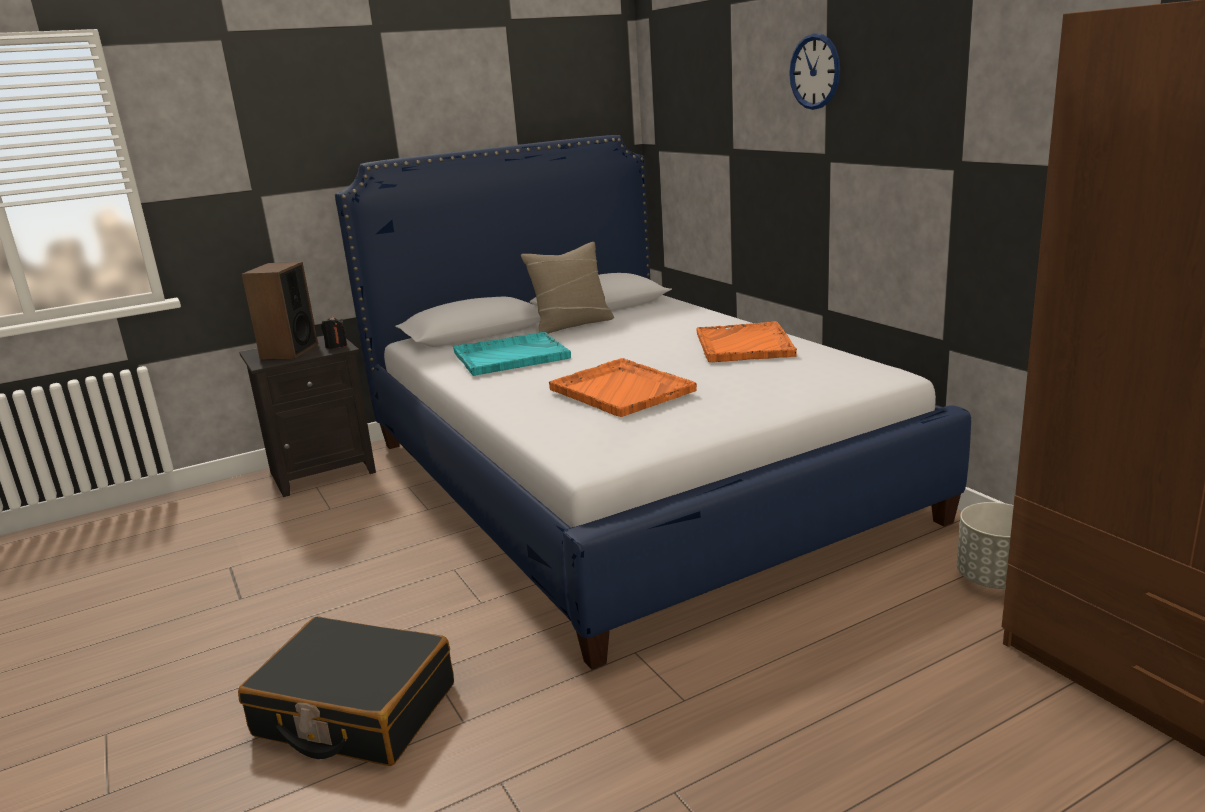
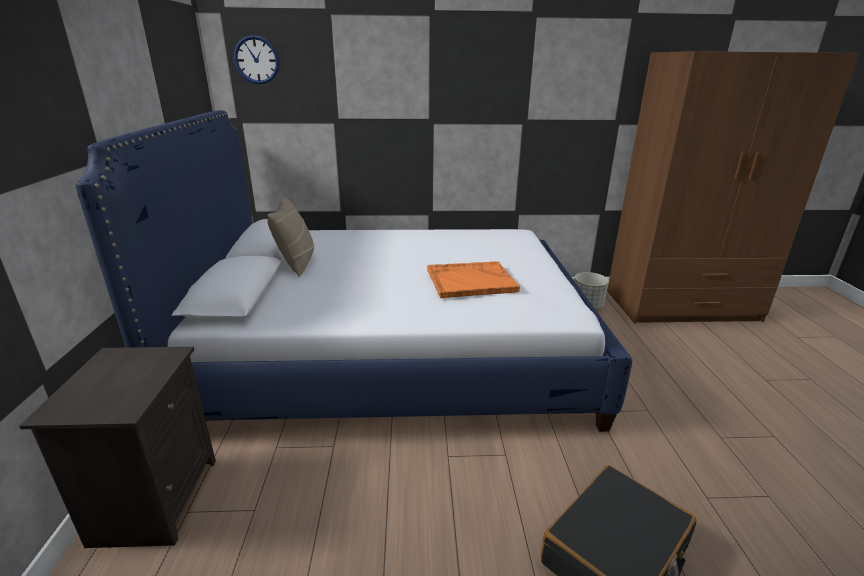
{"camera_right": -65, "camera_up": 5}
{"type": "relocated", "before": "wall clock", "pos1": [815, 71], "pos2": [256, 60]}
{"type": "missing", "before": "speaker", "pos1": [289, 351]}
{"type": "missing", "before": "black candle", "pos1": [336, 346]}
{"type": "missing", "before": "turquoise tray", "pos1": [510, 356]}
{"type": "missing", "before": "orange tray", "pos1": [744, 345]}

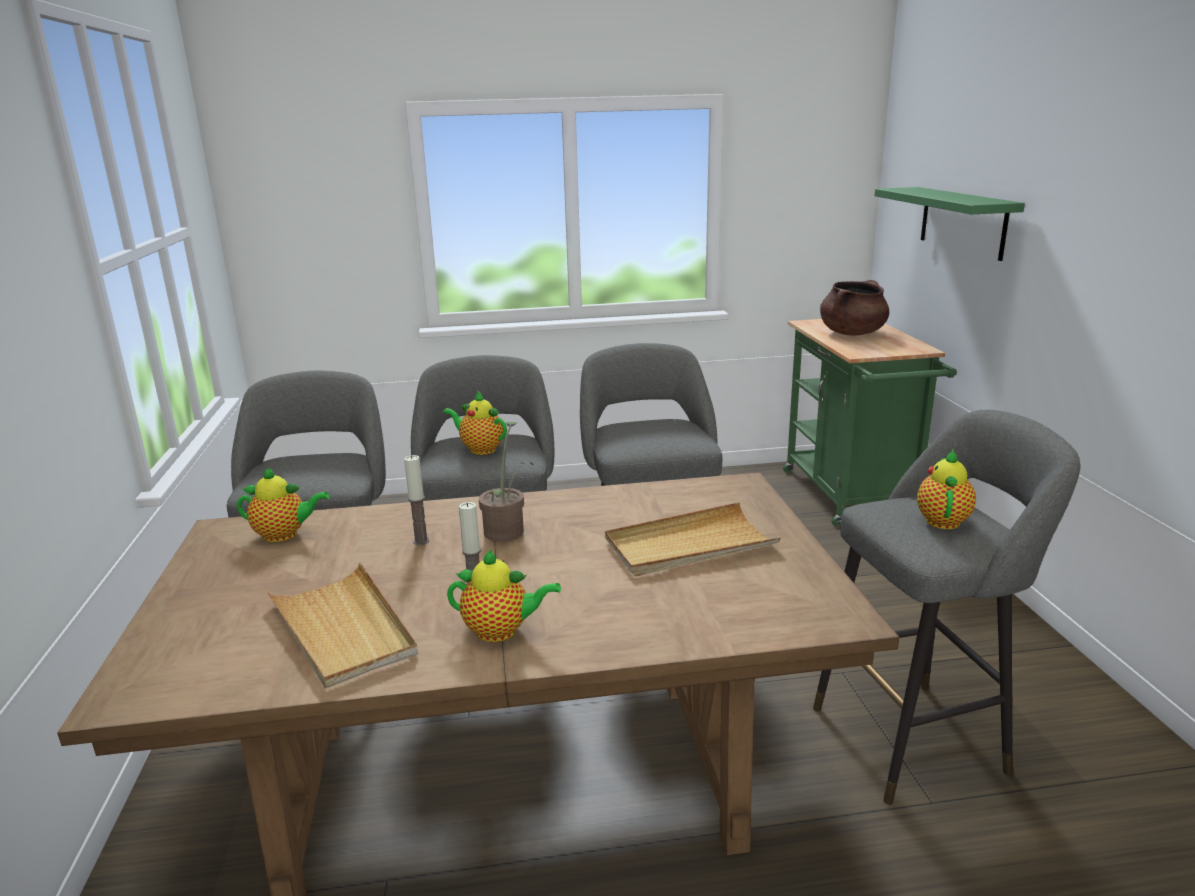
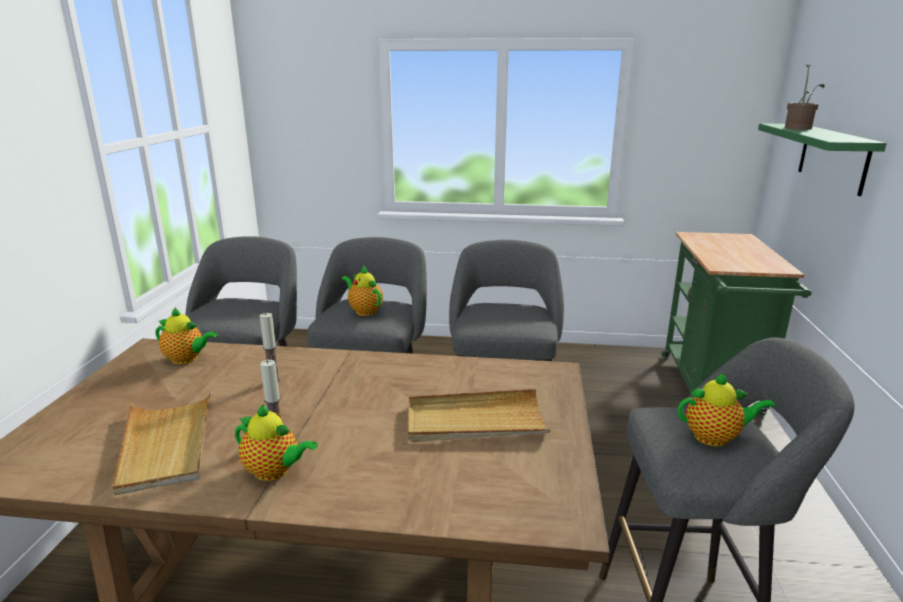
{"camera_right": 15, "camera_up": 0}
{"type": "spun", "before": "teapot", "pos1": [942, 519], "pos2": [715, 437], "turn": 60}
{"type": "relocated", "before": "potted plant", "pos1": [507, 529], "pos2": [799, 128]}
{"type": "missing", "before": "brown cooking pot", "pos1": [852, 333]}

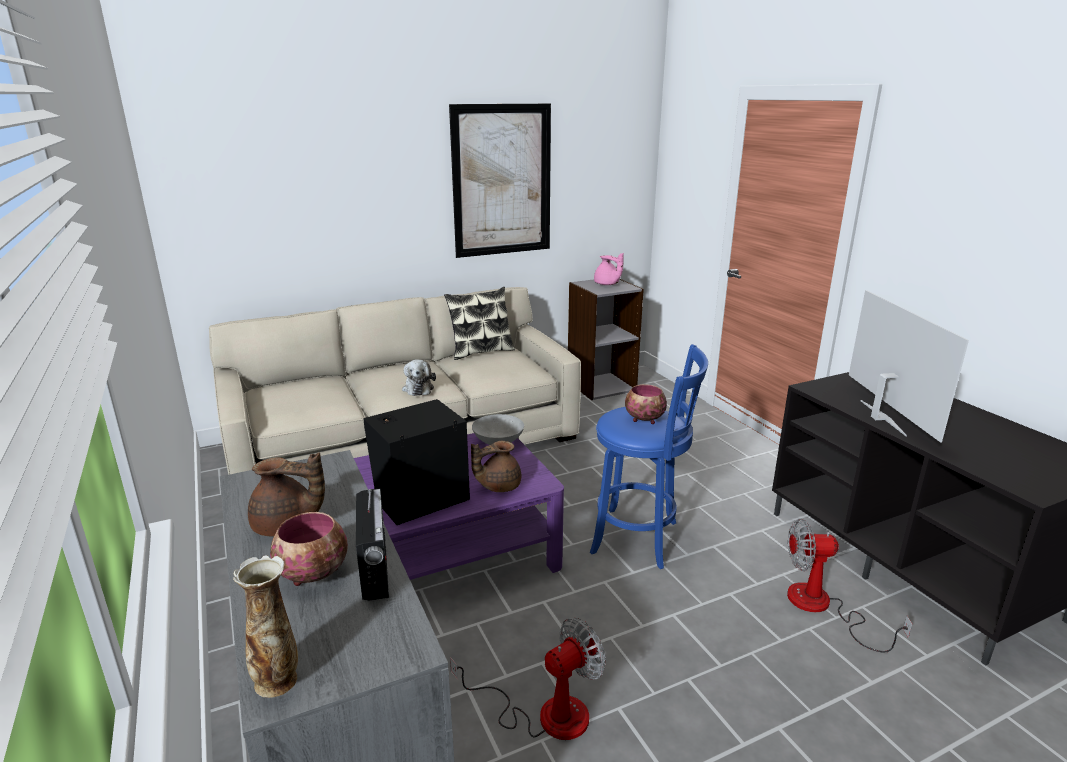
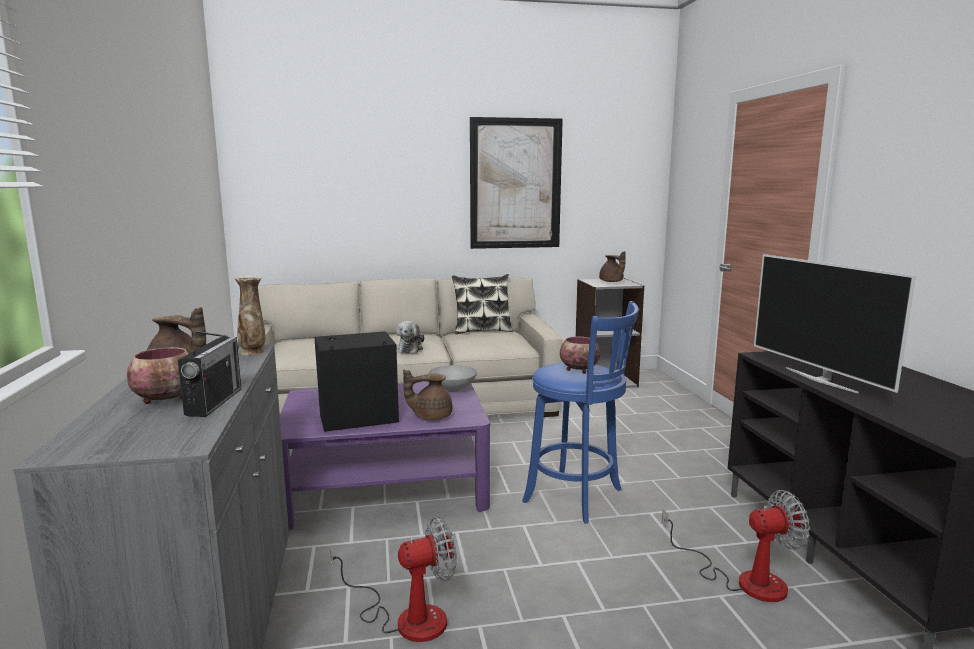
{"camera_right": 15, "camera_up": -10}
{"type": "relocated", "before": "vase", "pos1": [277, 681], "pos2": [253, 352]}
{"type": "colour", "before": "pink teapot", "after": "brown teapot", "pos1": [607, 284], "pos2": [611, 281]}
{"type": "spun", "before": "fan", "pos1": [822, 607], "pos2": [744, 580], "turn": 150}
{"type": "spun", "before": "television", "pos1": [880, 418], "pos2": [820, 380], "turn": 150}

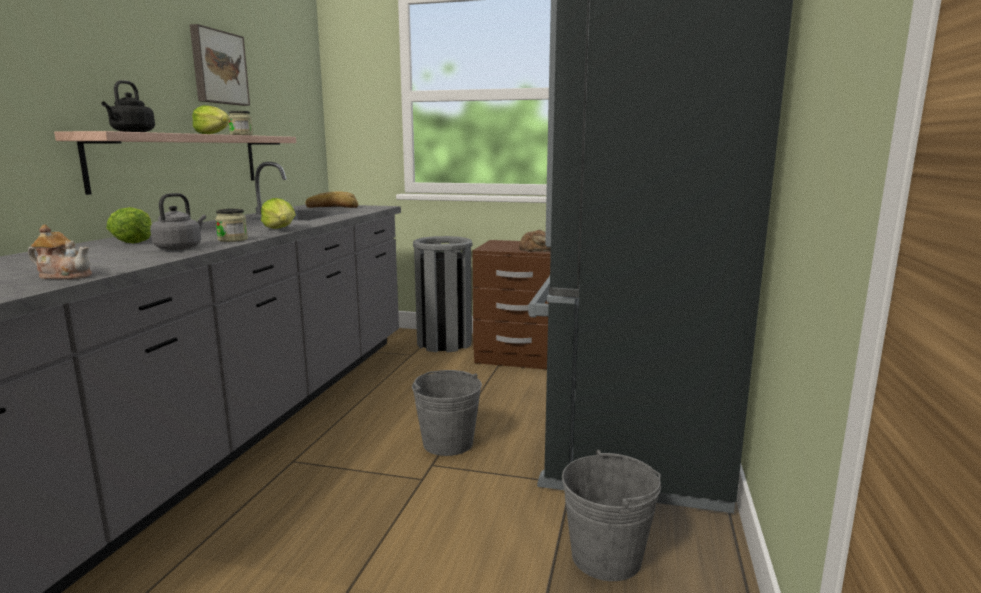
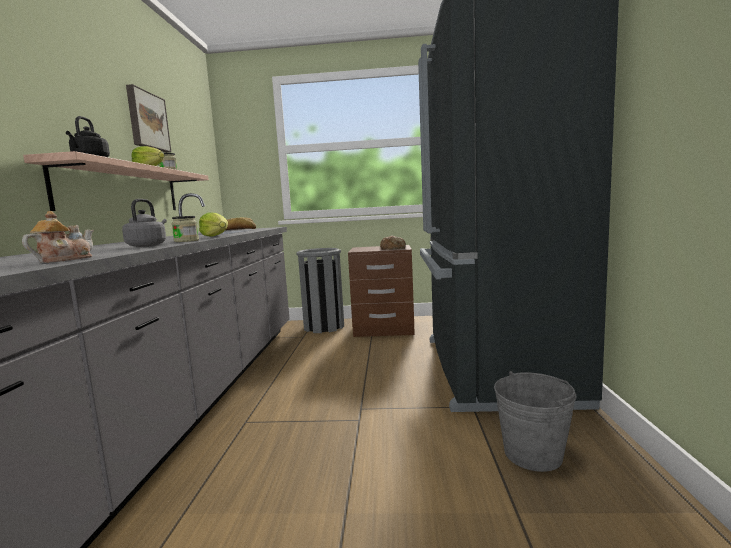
{"camera_right": -10, "camera_up": -5}
{"type": "spun", "before": "teapot", "pos1": [65, 276], "pos2": [64, 260], "turn": -60}
{"type": "missing", "before": "lettuce", "pos1": [134, 241]}
{"type": "missing", "before": "grey bucket", "pos1": [448, 443]}

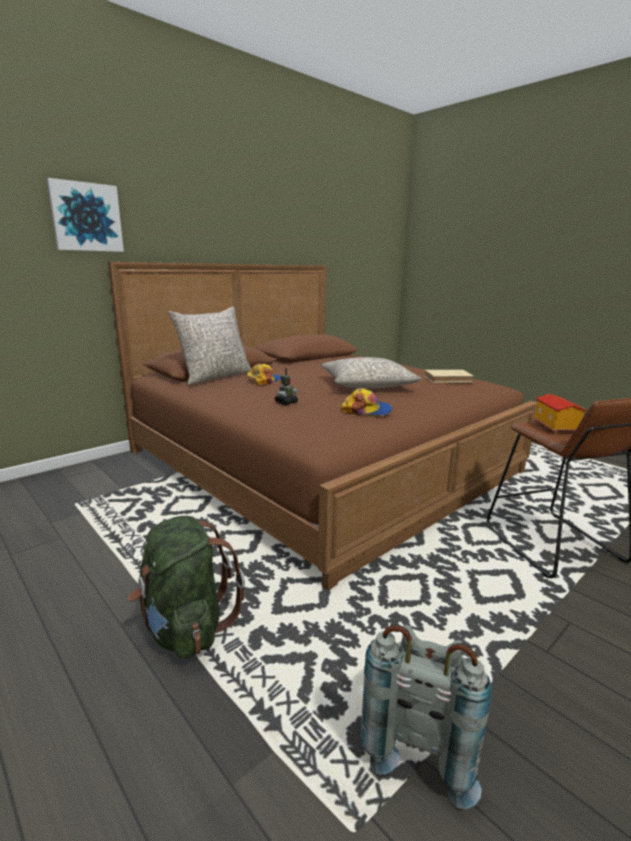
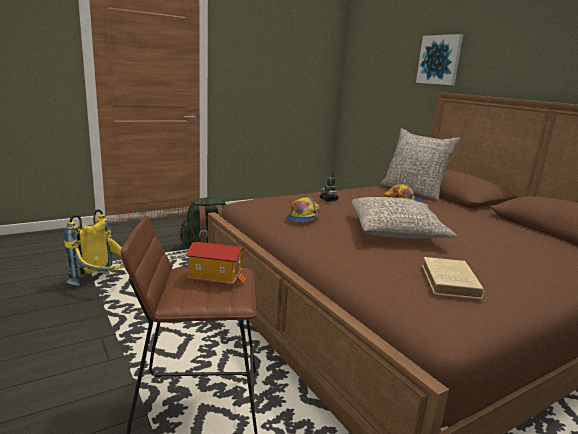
{"camera_right": 100, "camera_up": 0}
{"type": "colour", "before": "grey backpack", "after": "yellow backpack", "pos1": [421, 739], "pos2": [102, 284]}

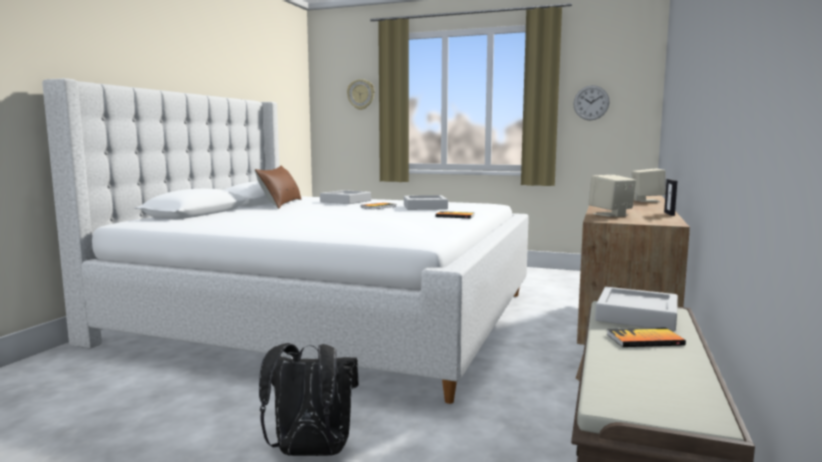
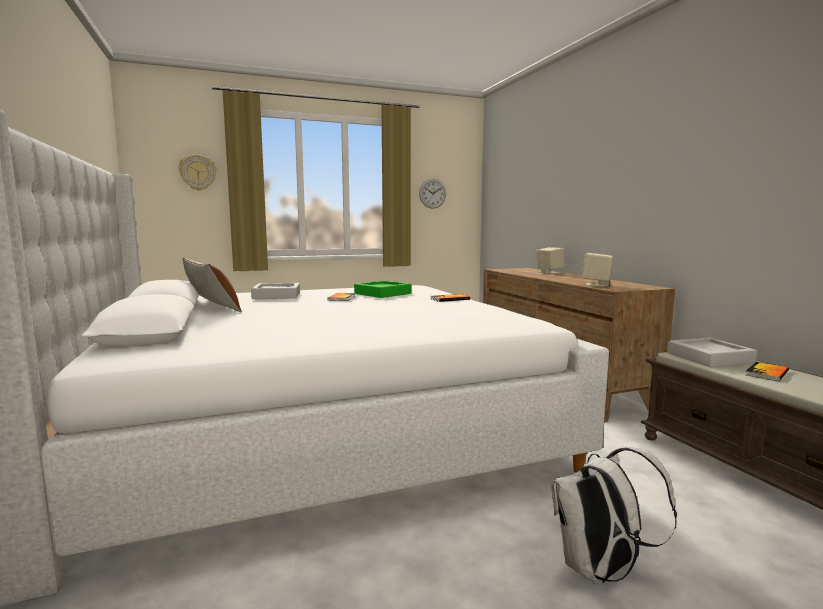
{"camera_right": -40, "camera_up": 0}
{"type": "colour", "before": "grey tray", "after": "green tray", "pos1": [425, 207], "pos2": [382, 293]}
{"type": "colour", "before": "black backpack", "after": "white backpack", "pos1": [310, 453], "pos2": [600, 571]}
{"type": "missing", "before": "picture frame", "pos1": [669, 214]}

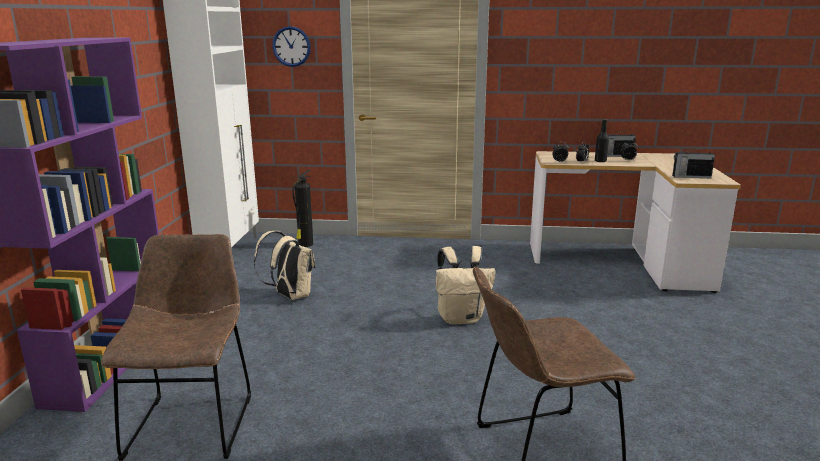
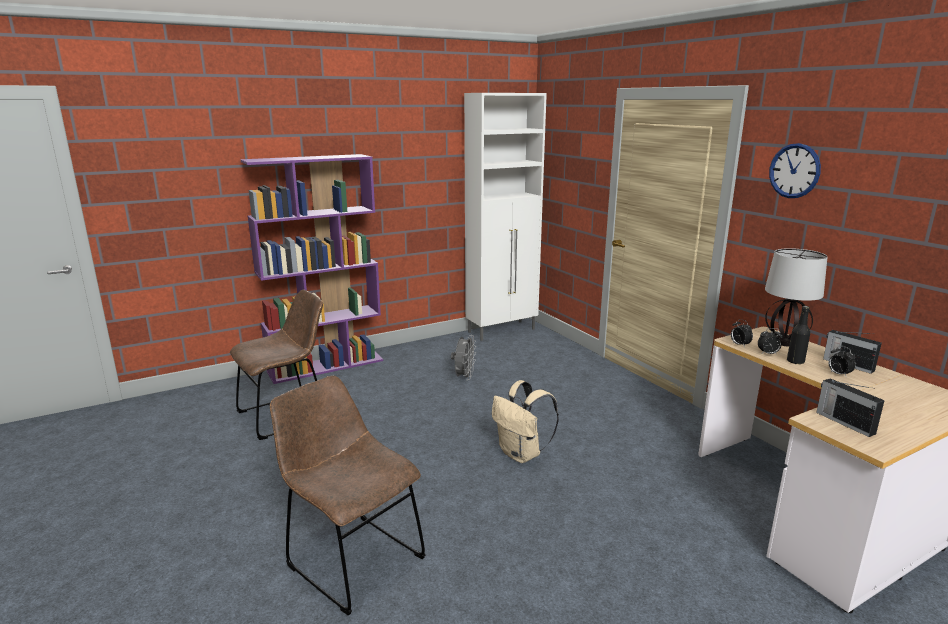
{"camera_right": 55, "camera_up": 0}
{"type": "exchanged", "before": "beige backpack", "after": "grey fan", "pos1": [290, 296], "pos2": [464, 377]}
{"type": "appeared", "after": "table lamp", "pos2": [784, 342]}
{"type": "relocated", "before": "wall clock", "pos1": [291, 46], "pos2": [794, 171]}
{"type": "missing", "before": "fire extinguisher", "pos1": [305, 245]}

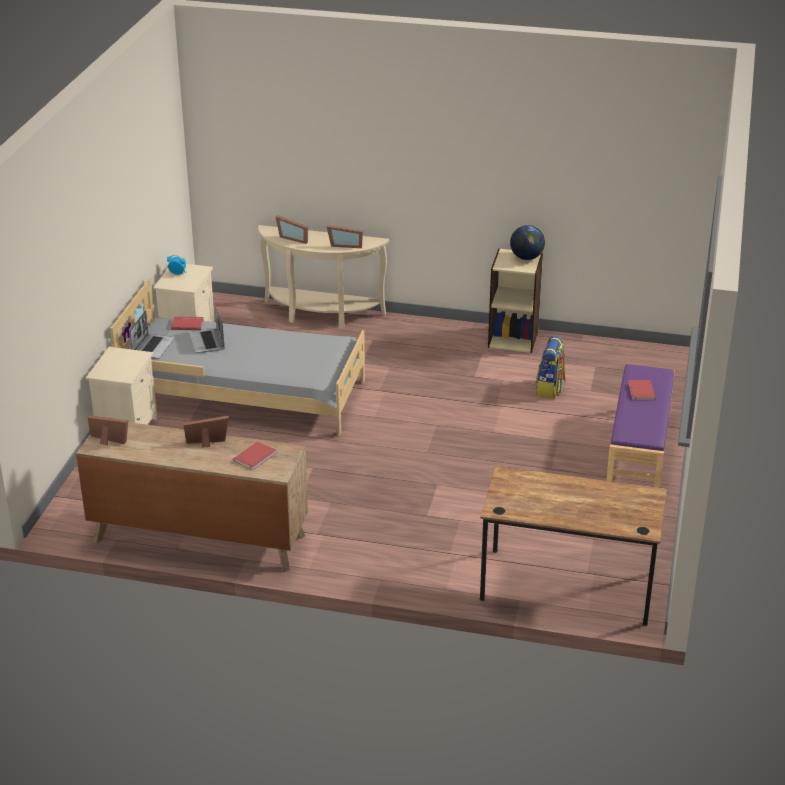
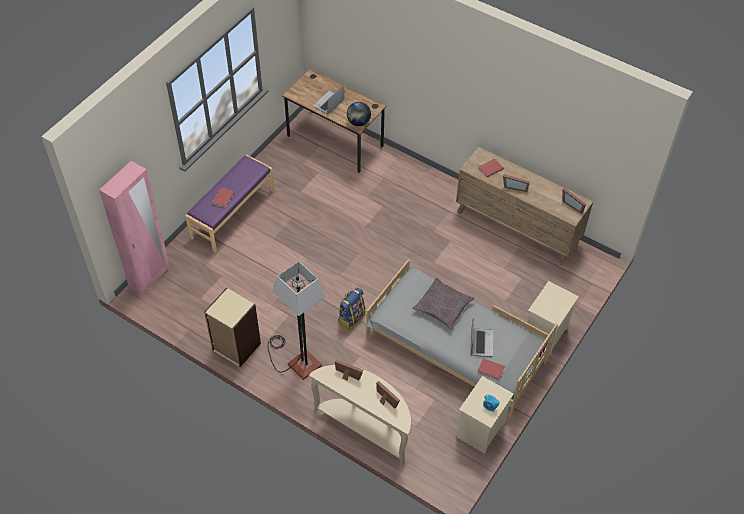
{"camera_right": -160, "camera_up": 20}
{"type": "appeared", "after": "pink wardrobe", "pos2": [150, 278]}
{"type": "appeared", "after": "floor lamp", "pos2": [297, 361]}
{"type": "relocated", "before": "laptop", "pos1": [152, 347], "pos2": [328, 103]}
{"type": "relocated", "before": "backpack", "pos1": [550, 389], "pos2": [351, 318]}
{"type": "relocated", "before": "globe", "pos1": [526, 257], "pos2": [358, 122]}
{"type": "appeared", "after": "grey pillow", "pos2": [443, 307]}

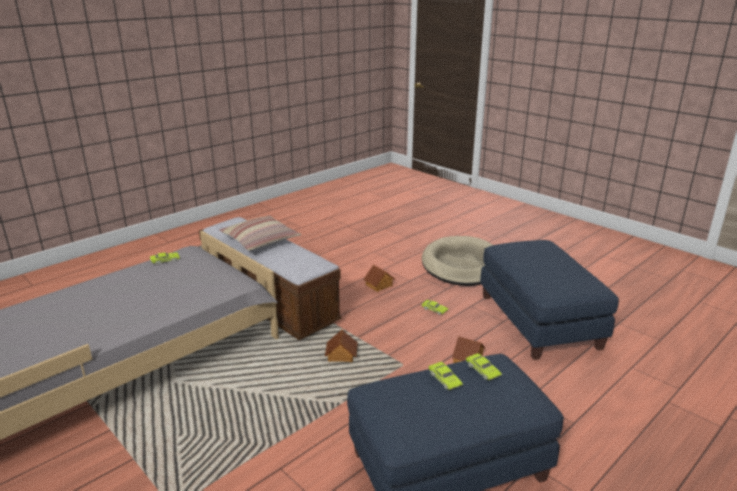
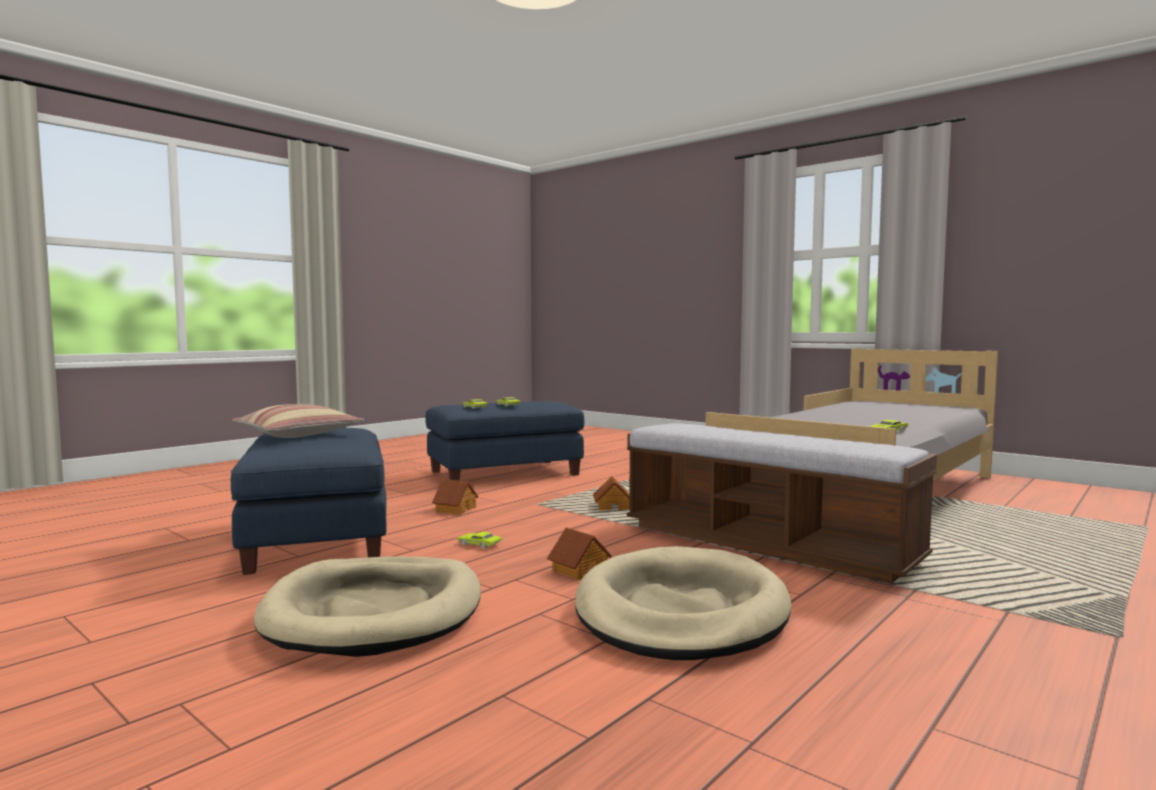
{"camera_right": 175, "camera_up": -20}
{"type": "relocated", "before": "pillow", "pos1": [260, 240], "pos2": [298, 435]}
{"type": "appeared", "after": "beige dog bed", "pos2": [680, 611]}

